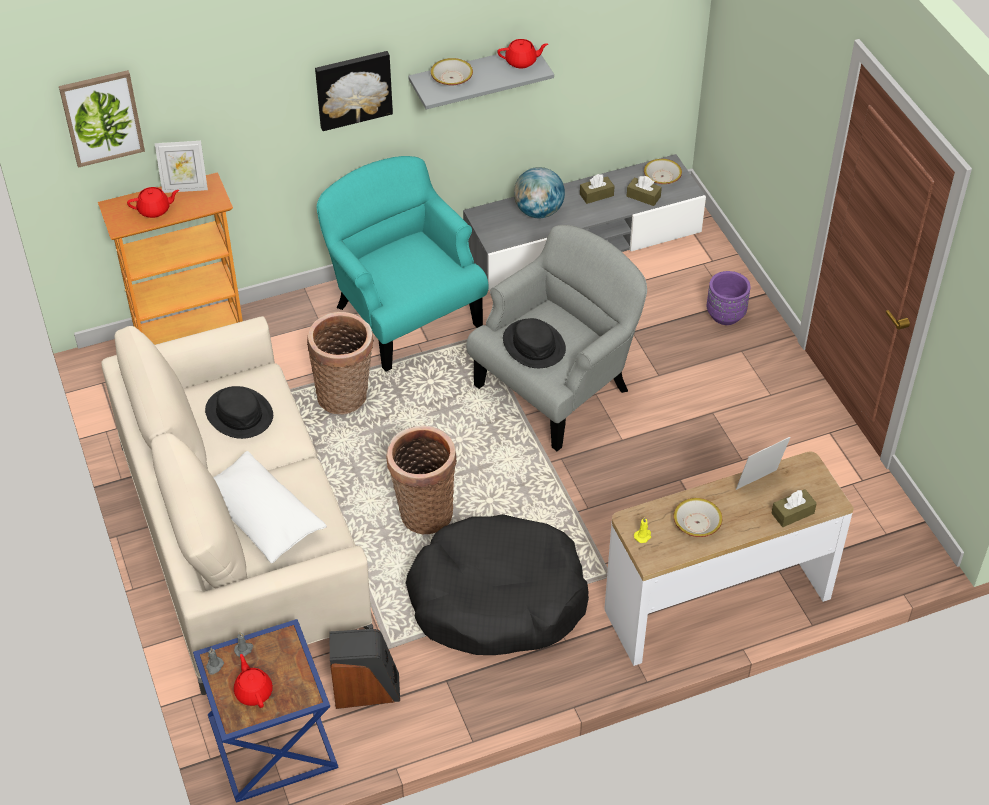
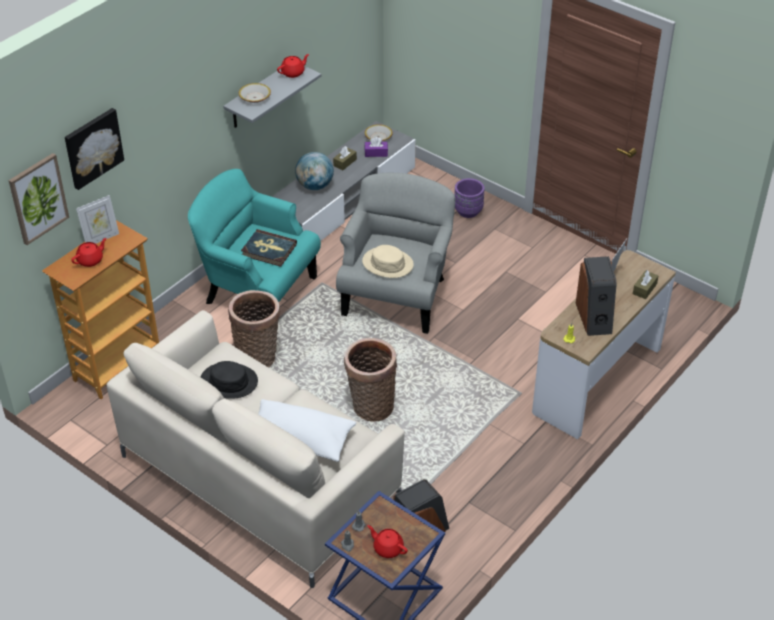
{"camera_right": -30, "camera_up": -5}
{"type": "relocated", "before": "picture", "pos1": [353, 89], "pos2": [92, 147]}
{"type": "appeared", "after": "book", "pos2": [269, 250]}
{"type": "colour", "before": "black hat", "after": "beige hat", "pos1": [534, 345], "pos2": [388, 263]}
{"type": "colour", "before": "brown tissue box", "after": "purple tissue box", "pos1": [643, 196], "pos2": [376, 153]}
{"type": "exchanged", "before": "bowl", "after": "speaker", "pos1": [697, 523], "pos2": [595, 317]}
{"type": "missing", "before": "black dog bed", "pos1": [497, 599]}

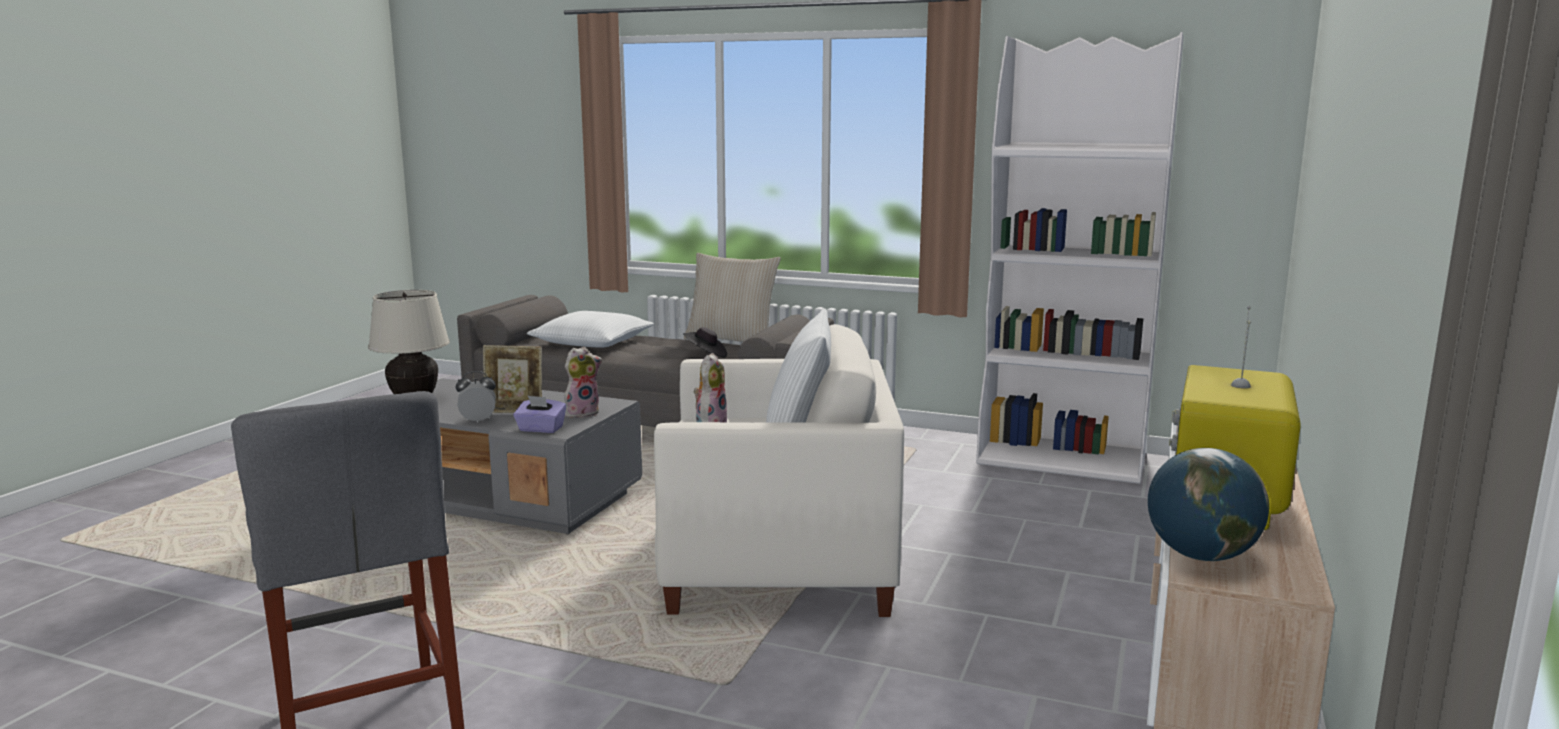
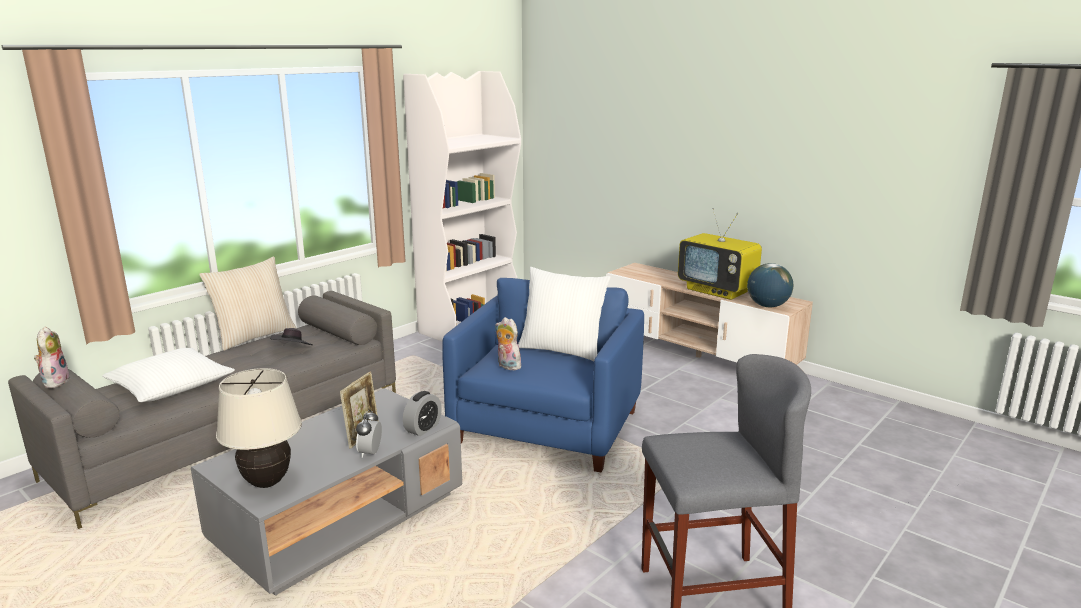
{"camera_right": -70, "camera_up": 5}
{"type": "relocated", "before": "plush toy", "pos1": [582, 413], "pos2": [55, 381]}
{"type": "exchanged", "before": "purple tissue box", "after": "alarm clock", "pos1": [540, 429], "pos2": [423, 428]}
{"type": "colour", "before": "white armchair", "after": "blue armchair", "pos1": [778, 560], "pos2": [546, 427]}

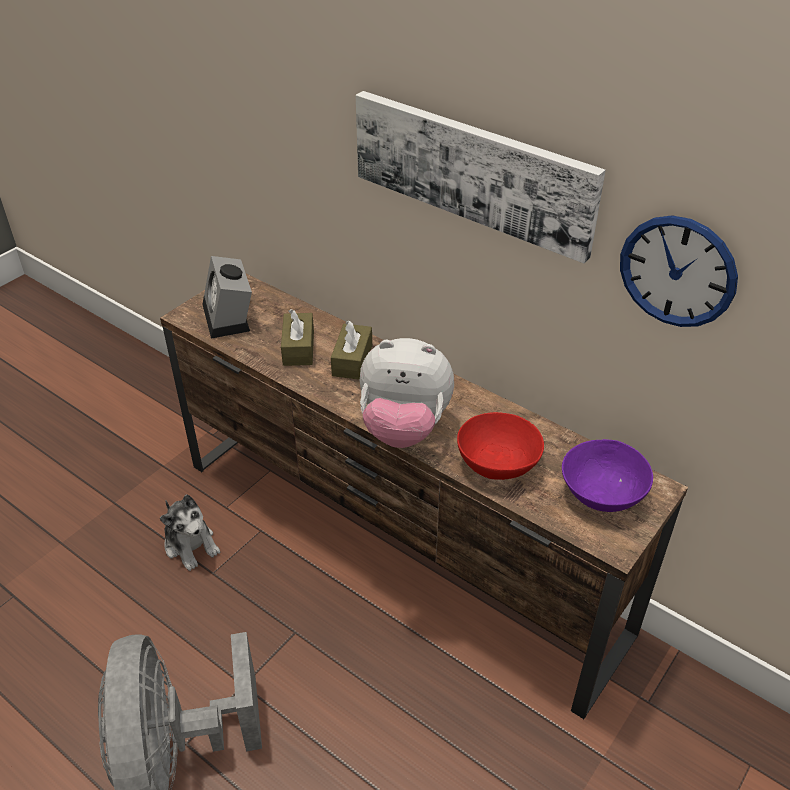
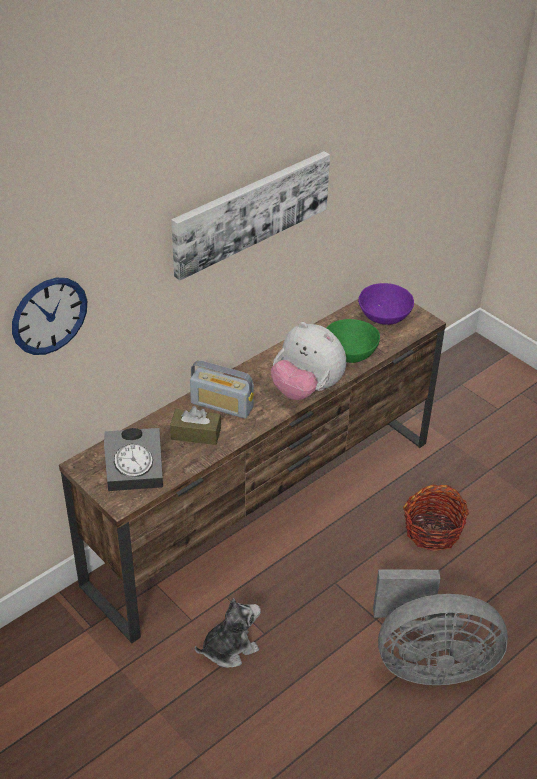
{"camera_right": -80, "camera_up": 0}
{"type": "relocated", "before": "wall clock", "pos1": [677, 271], "pos2": [49, 316]}
{"type": "exchanged", "before": "brown tissue box", "after": "radio", "pos1": [352, 360], "pos2": [222, 405]}
{"type": "spun", "before": "plush toy", "pos1": [404, 428], "pos2": [306, 389], "turn": 105}
{"type": "colour", "before": "red bowl", "after": "green bowl", "pos1": [497, 462], "pos2": [349, 353]}
{"type": "appeared", "after": "basket", "pos2": [432, 531]}

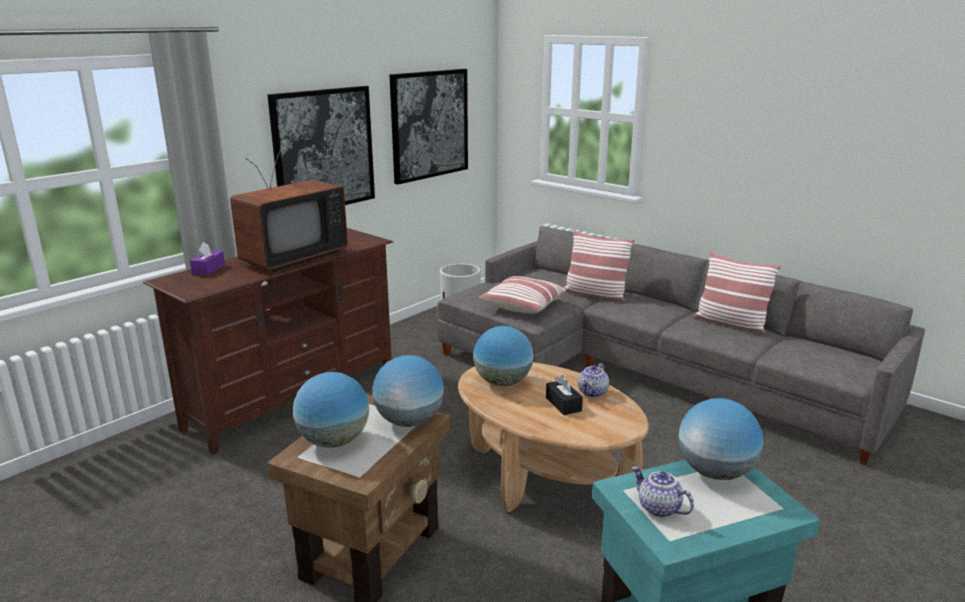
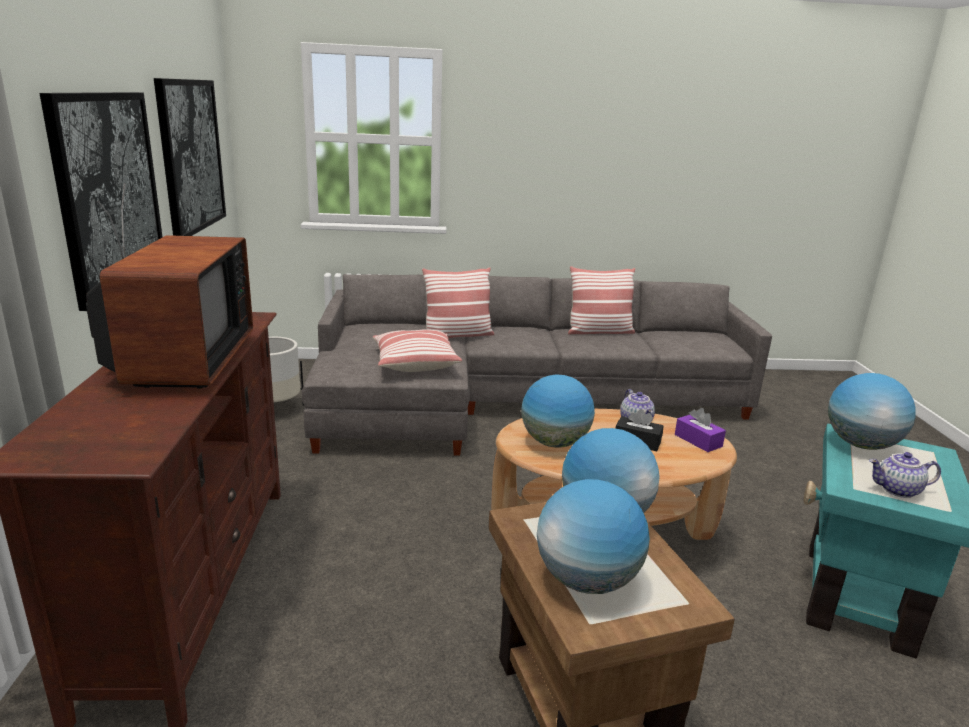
{"camera_right": -45, "camera_up": 0}
{"type": "relocated", "before": "purple tissue box", "pos1": [208, 269], "pos2": [698, 440]}

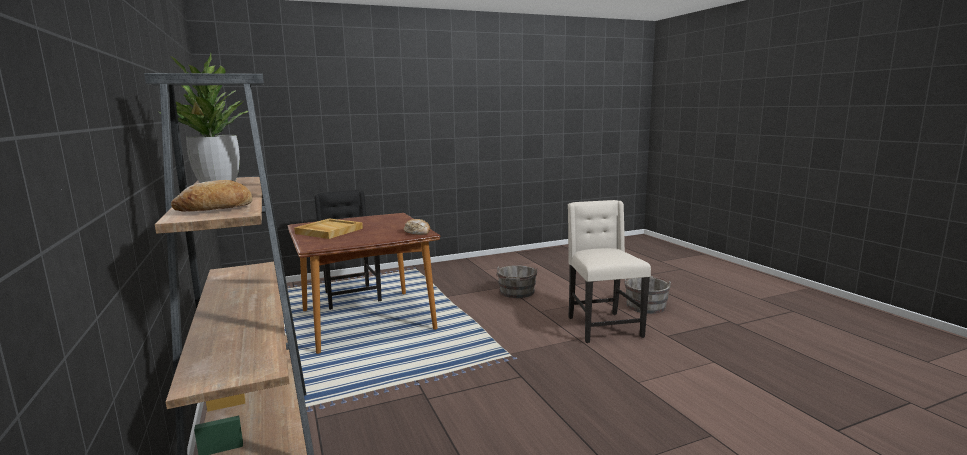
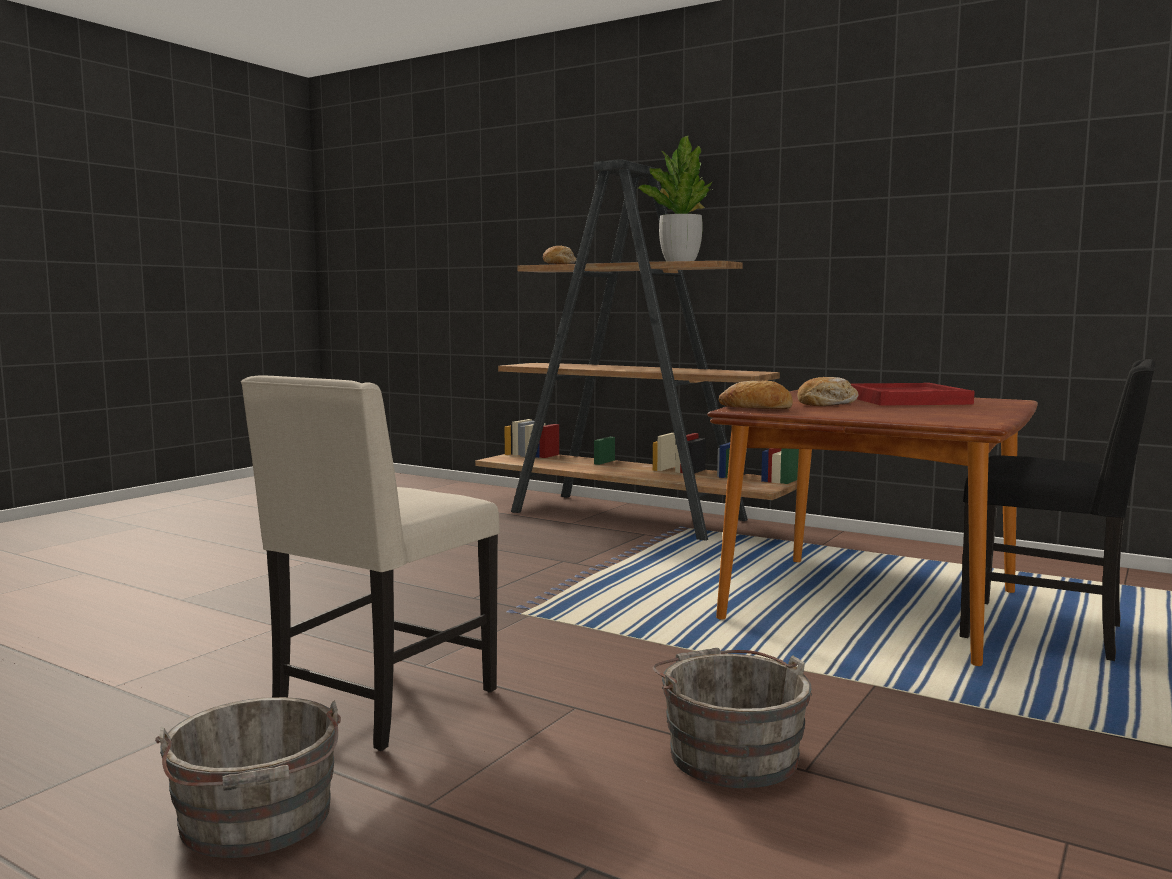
{"camera_right": 145, "camera_up": -5}
{"type": "spun", "before": "beige chair", "pos1": [602, 327], "pos2": [381, 704], "turn": 75}
{"type": "appeared", "after": "bread", "pos2": [827, 404]}
{"type": "colour", "before": "beige tray", "after": "red tray", "pos1": [328, 231], "pos2": [906, 400]}

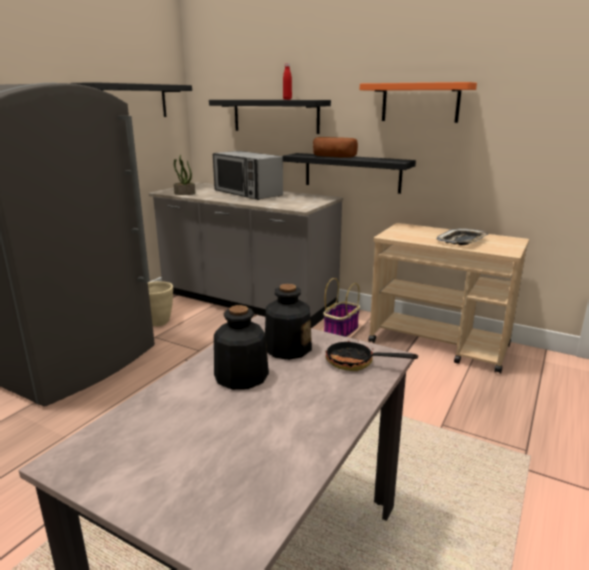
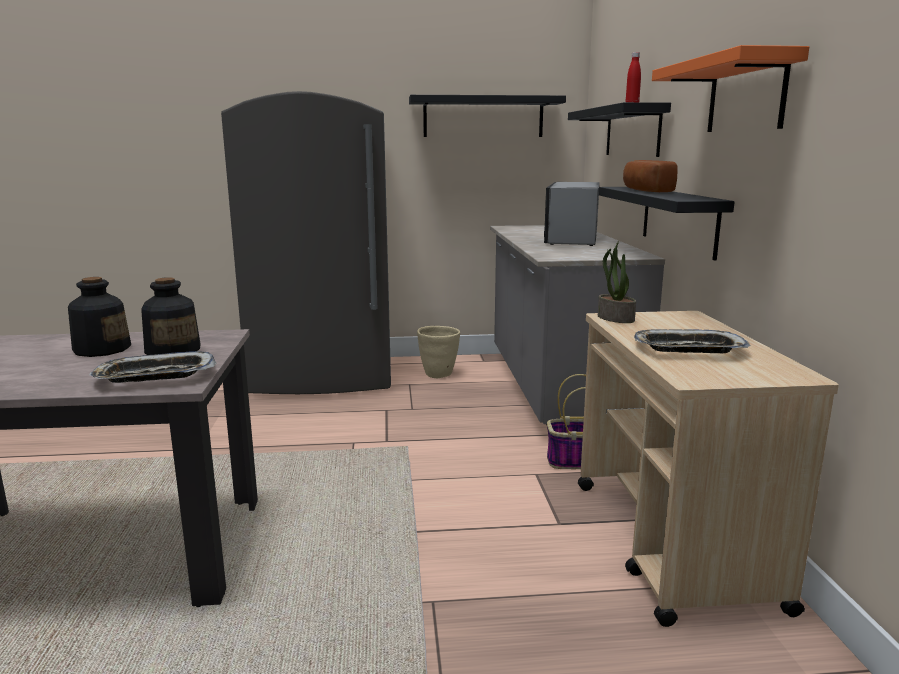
{"camera_right": 55, "camera_up": -5}
{"type": "exchanged", "before": "frying pan", "after": "tray", "pos1": [357, 363], "pos2": [155, 376]}
{"type": "relocated", "before": "potted plant", "pos1": [184, 194], "pos2": [614, 318]}

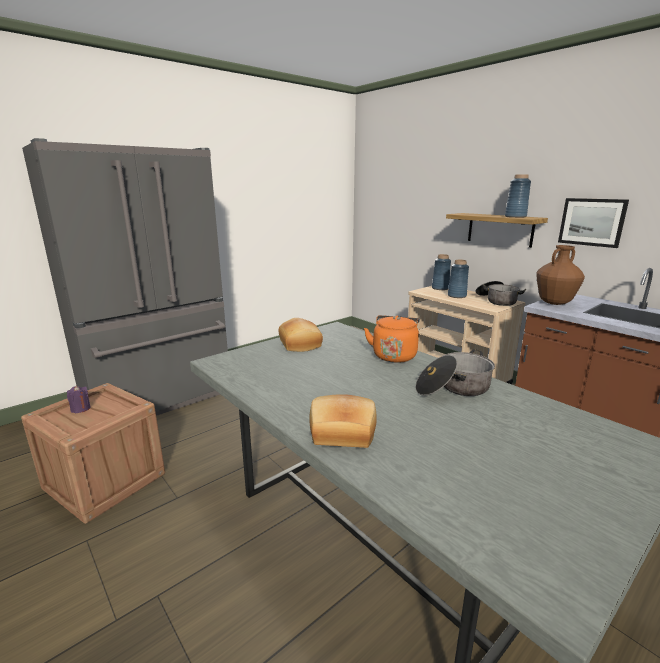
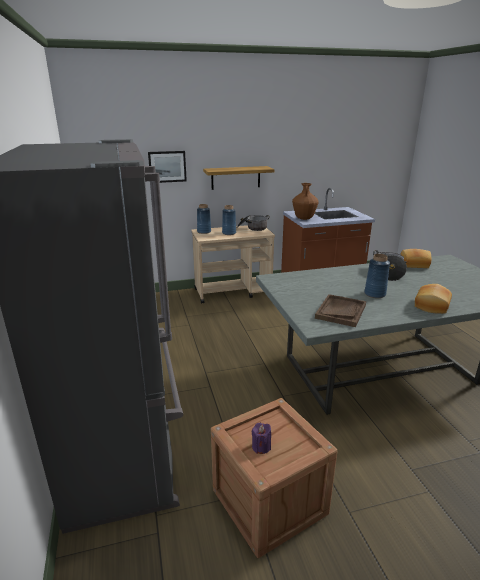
{"camera_right": -65, "camera_up": 5}
{"type": "relocated", "before": "picture", "pos1": [592, 222], "pos2": [167, 166]}
{"type": "appeared", "after": "brown tray", "pos2": [340, 311]}
{"type": "relocated", "before": "blue vase", "pos1": [515, 217], "pos2": [375, 294]}
{"type": "relocated", "before": "bread", "pos1": [301, 344], "pos2": [414, 264]}
{"type": "missing", "before": "orange kettle", "pos1": [394, 355]}

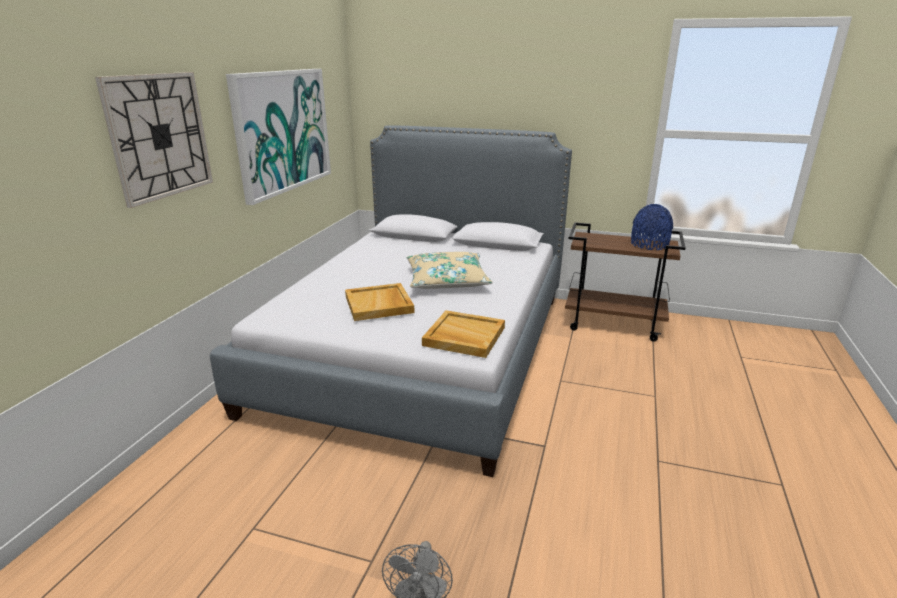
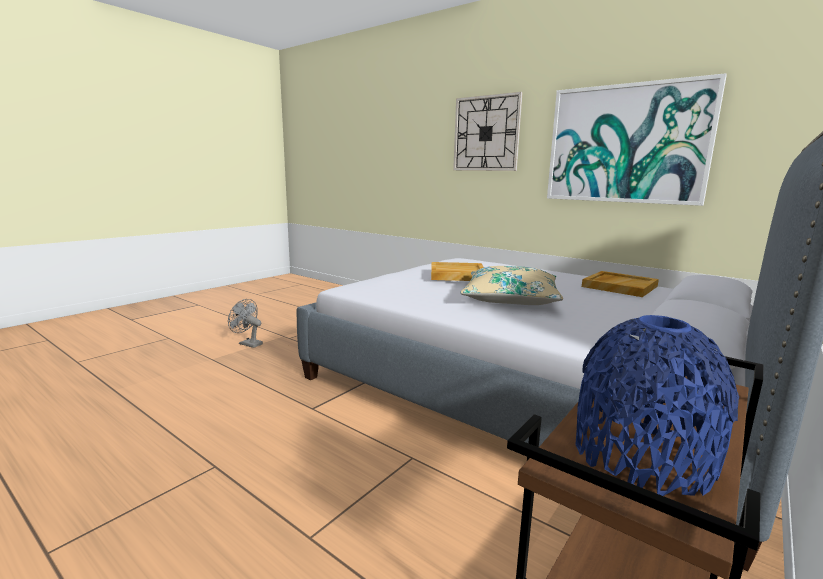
{"camera_right": 110, "camera_up": -10}
{"type": "relocated", "before": "beige tray", "pos1": [463, 336], "pos2": [619, 286]}

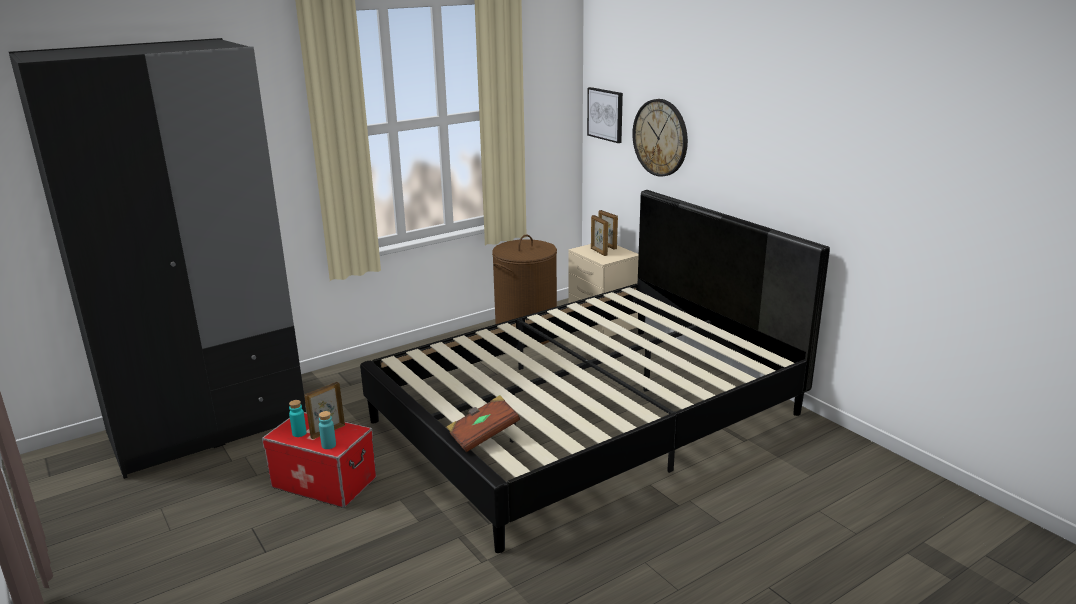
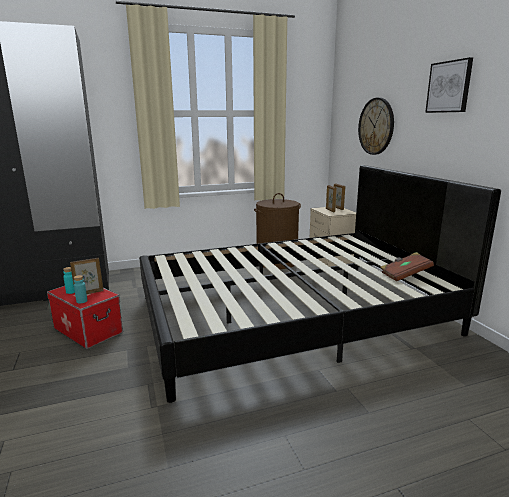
{"camera_right": 15, "camera_up": -5}
{"type": "relocated", "before": "brown book", "pos1": [483, 435], "pos2": [404, 275]}
{"type": "relocated", "before": "picture", "pos1": [606, 114], "pos2": [449, 87]}

